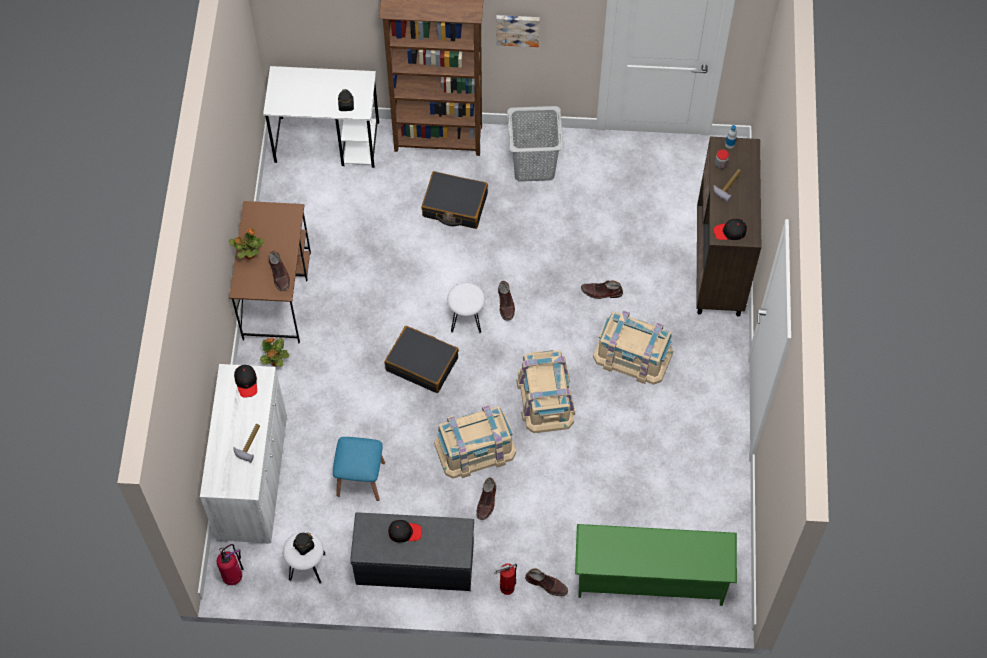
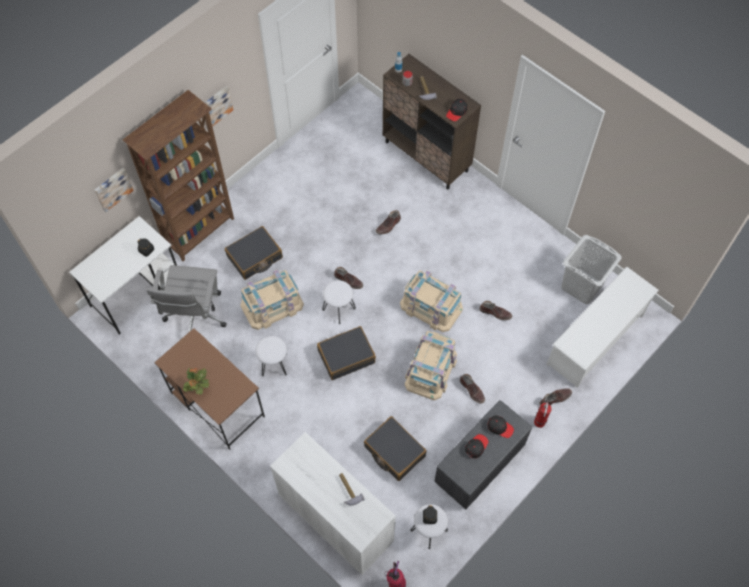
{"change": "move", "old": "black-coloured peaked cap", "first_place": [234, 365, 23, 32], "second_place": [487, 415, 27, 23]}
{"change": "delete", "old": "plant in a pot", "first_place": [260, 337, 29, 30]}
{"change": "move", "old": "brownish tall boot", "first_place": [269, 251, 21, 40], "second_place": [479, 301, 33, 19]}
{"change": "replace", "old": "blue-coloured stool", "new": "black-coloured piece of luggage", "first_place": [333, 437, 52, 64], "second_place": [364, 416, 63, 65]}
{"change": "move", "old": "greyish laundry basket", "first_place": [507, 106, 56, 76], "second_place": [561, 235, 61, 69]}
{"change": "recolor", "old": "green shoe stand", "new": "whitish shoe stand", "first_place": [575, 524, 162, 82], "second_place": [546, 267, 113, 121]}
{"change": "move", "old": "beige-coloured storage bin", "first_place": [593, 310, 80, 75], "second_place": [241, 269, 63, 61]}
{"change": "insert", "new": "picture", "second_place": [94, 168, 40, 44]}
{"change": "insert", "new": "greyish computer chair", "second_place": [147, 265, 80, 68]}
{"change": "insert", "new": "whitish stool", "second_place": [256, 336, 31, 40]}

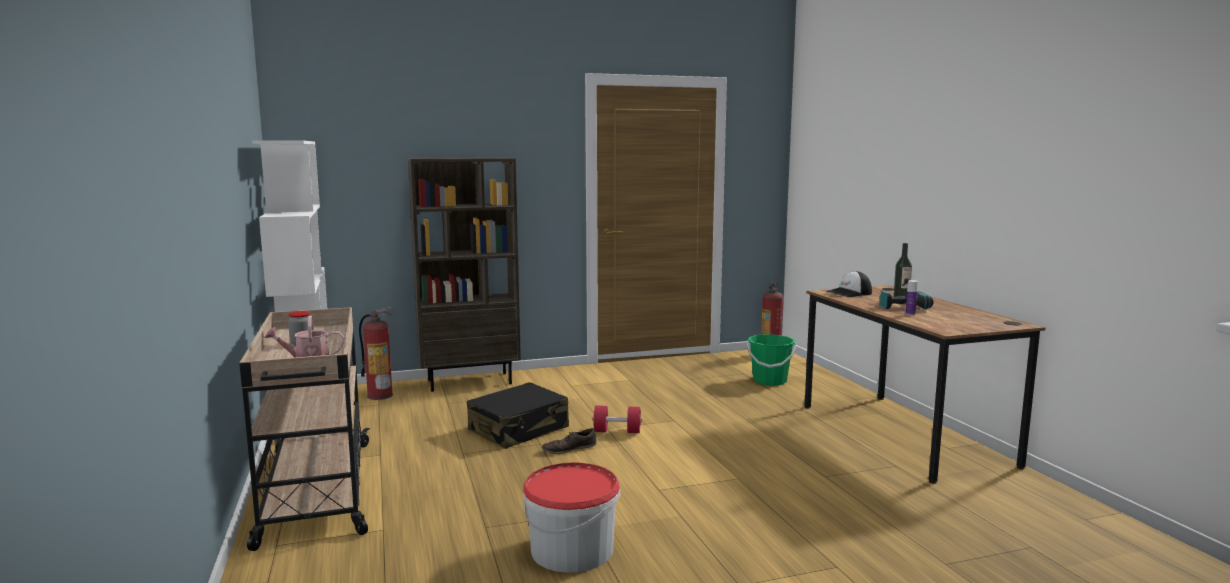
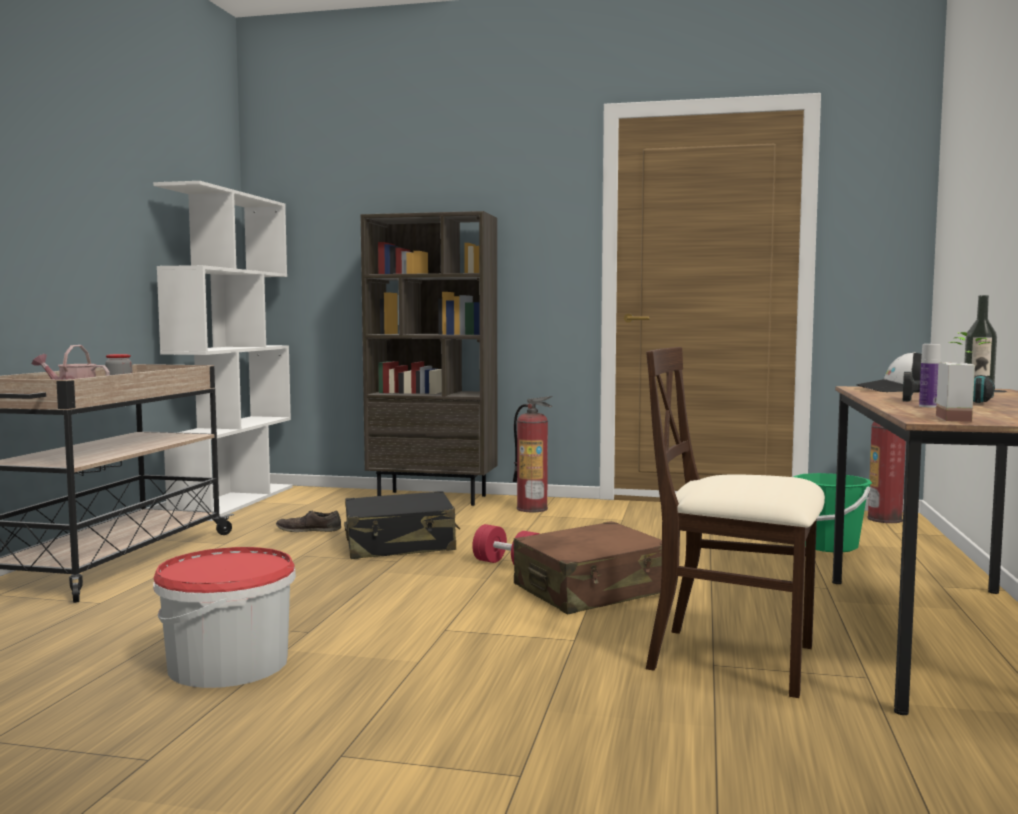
{"change": "move", "old": "fire extinguisher", "first_place": [359, 307, 34, 93], "second_place": [513, 396, 40, 116]}
{"change": "move", "old": "brownish item of footwear", "first_place": [542, 428, 54, 26], "second_place": [276, 510, 65, 22]}
{"change": "insert", "new": "brownish piece of luggage", "second_place": [513, 521, 149, 93]}
{"change": "insert", "new": "beige-coloured plain chair", "second_place": [646, 347, 179, 351]}
{"change": "insert", "new": "plant in a pot", "second_place": [936, 332, 54, 90]}

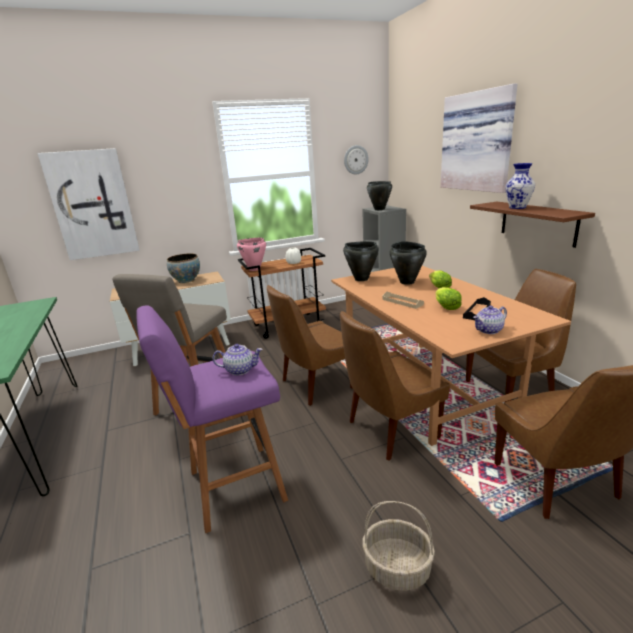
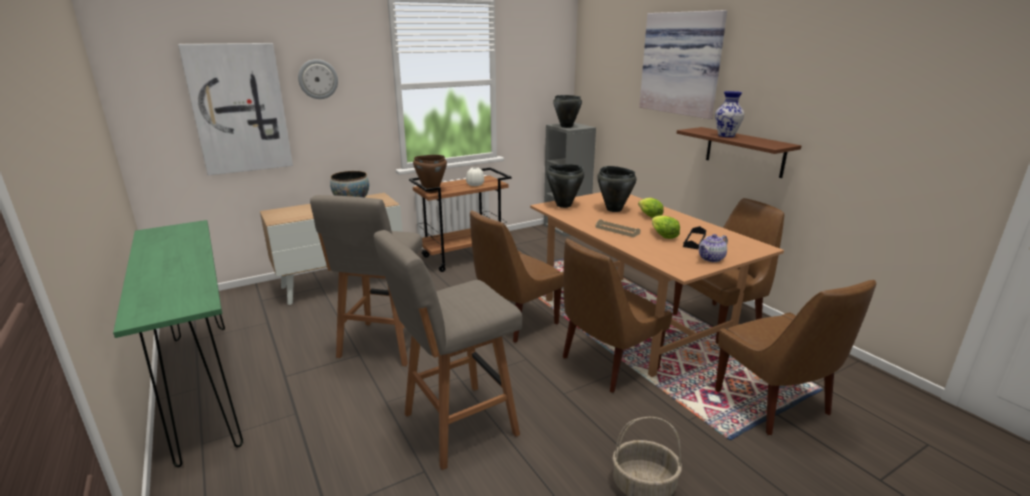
{"change": "recolor", "old": "purple stool", "new": "greyish stool", "first_place": [136, 305, 152, 228], "second_place": [374, 230, 148, 240]}
{"change": "delete", "old": "teapot", "first_place": [213, 344, 49, 31]}
{"change": "recolor", "old": "pinkish cooking pot", "new": "brownish cooking pot", "first_place": [237, 238, 29, 33], "second_place": [413, 155, 34, 38]}
{"change": "move", "old": "wall clock", "first_place": [344, 145, 25, 30], "second_place": [298, 59, 40, 40]}

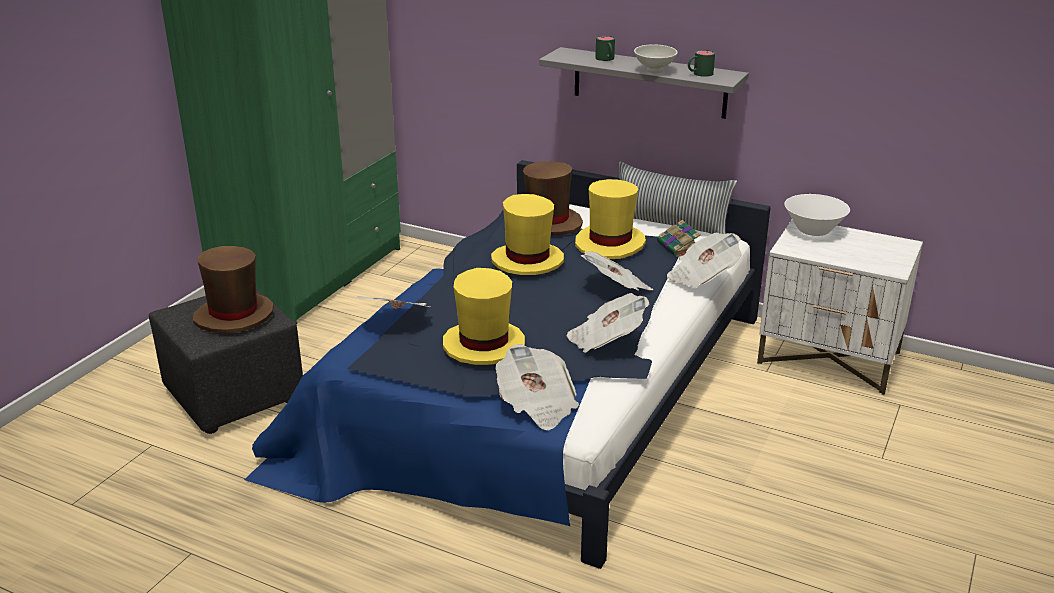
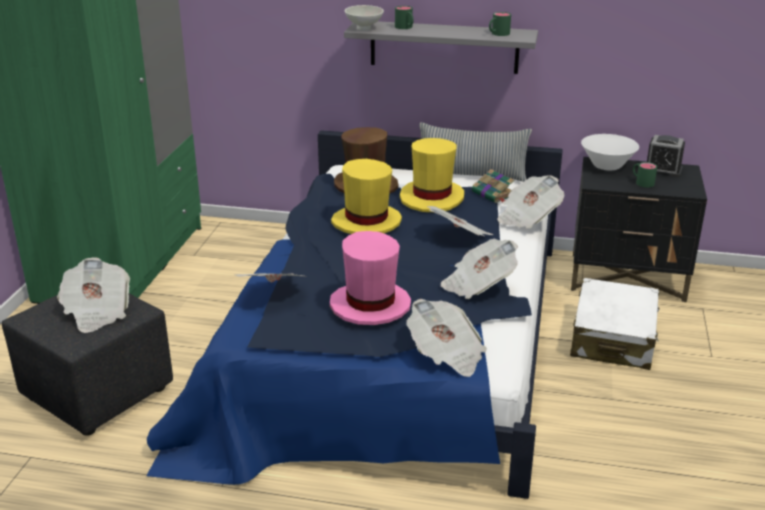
{"change": "replace", "old": "brownish clothing hat", "new": "daily paper", "first_place": [193, 246, 81, 87], "second_place": [57, 258, 73, 75]}
{"change": "recolor", "old": "yellow clothing hat", "new": "pinkish clothing hat", "first_place": [443, 268, 82, 97], "second_place": [330, 231, 81, 94]}
{"change": "move", "old": "whitish bowl", "first_place": [634, 44, 44, 29], "second_place": [345, 5, 39, 26]}
{"change": "recolor", "old": "whitish nightstand", "new": "black-coloured nightstand", "first_place": [757, 219, 166, 176], "second_place": [571, 157, 136, 146]}
{"change": "insert", "new": "whitish piece of luggage", "second_place": [570, 278, 90, 92]}
{"change": "insert", "new": "green coffee mug", "second_place": [633, 162, 24, 25]}
{"change": "insert", "new": "alarm clock", "second_place": [647, 135, 38, 42]}

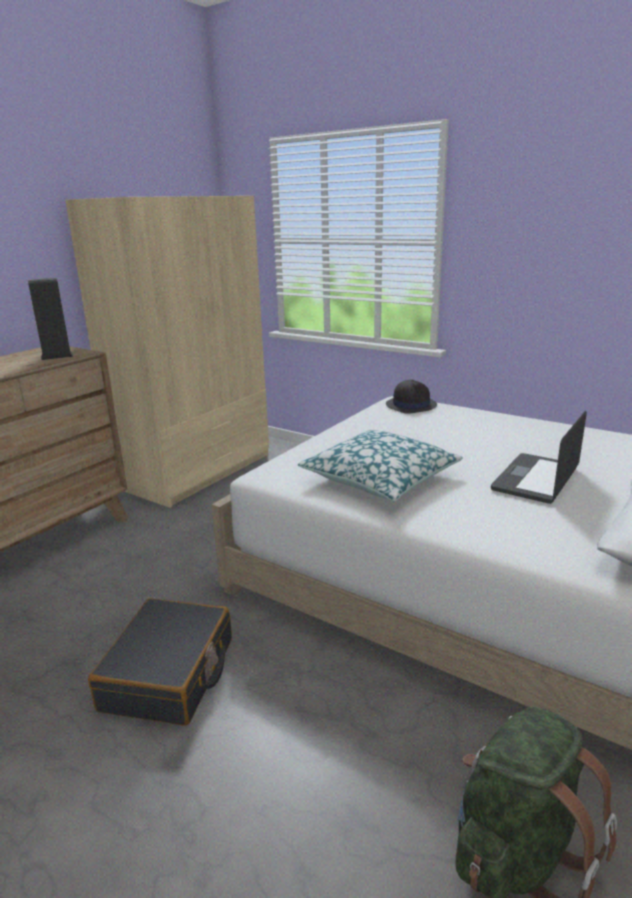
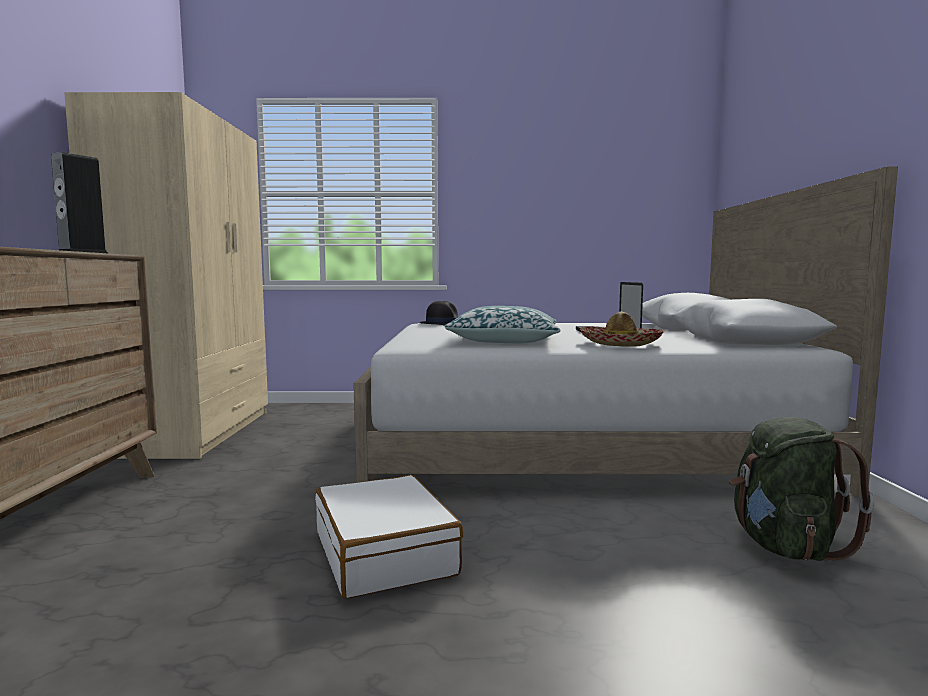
{"change": "recolor", "old": "black-coloured piece of luggage", "new": "whitish piece of luggage", "first_place": [88, 599, 144, 127], "second_place": [315, 475, 148, 124]}
{"change": "insert", "new": "clothing hat", "second_place": [580, 312, 84, 35]}

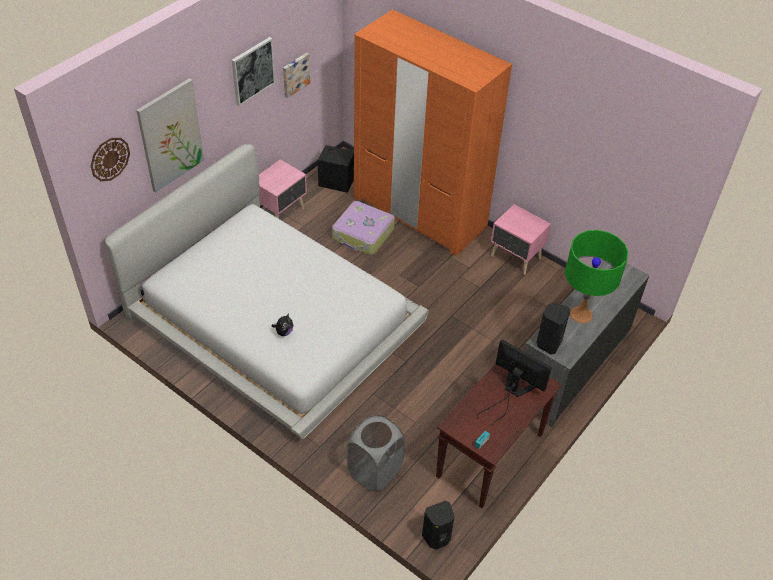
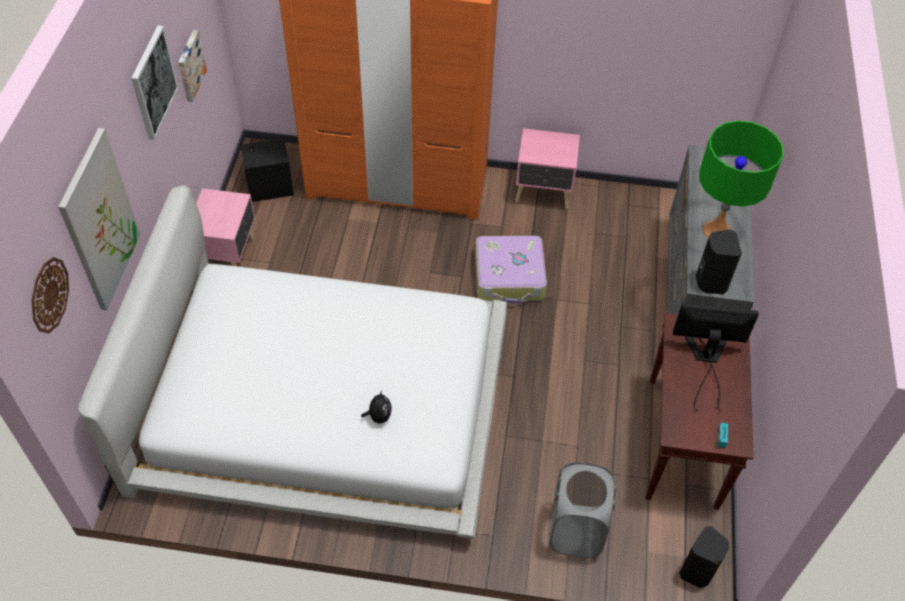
{"change": "move", "old": "piece of luggage", "first_place": [332, 201, 63, 54], "second_place": [475, 236, 72, 68]}

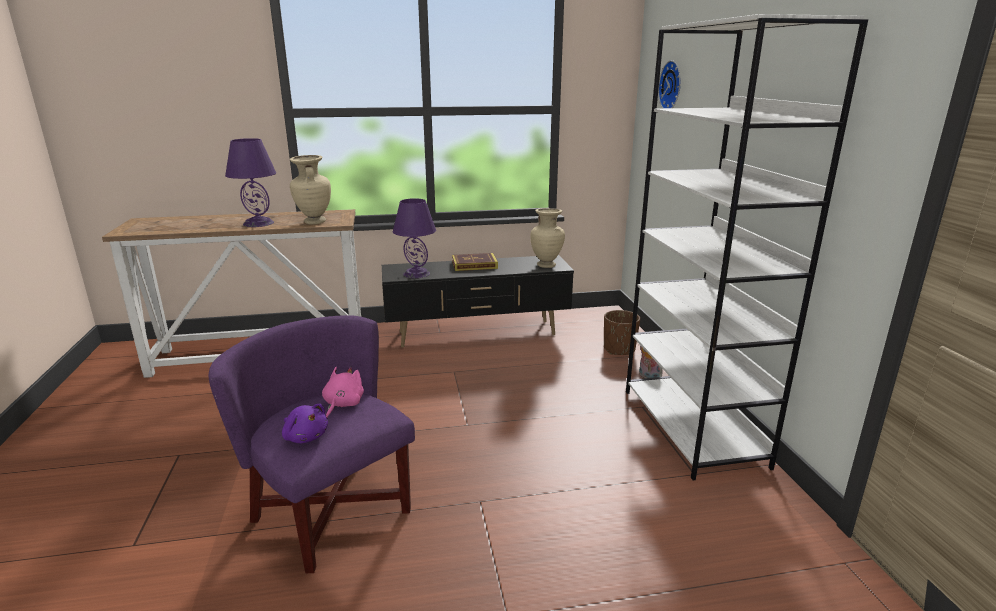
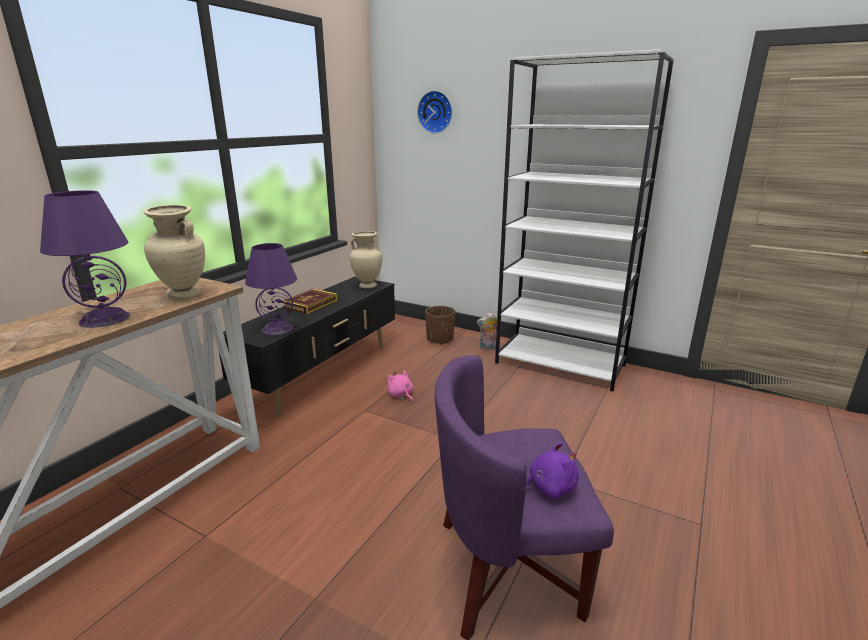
{"change": "move", "old": "pinkish cuddly toy", "first_place": [322, 366, 42, 52], "second_place": [387, 370, 26, 32]}

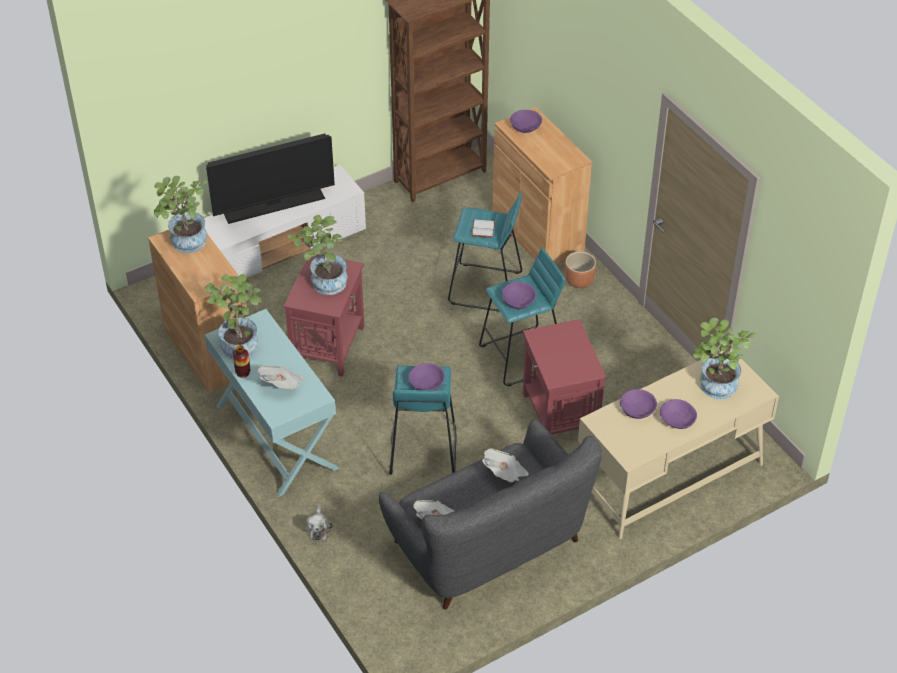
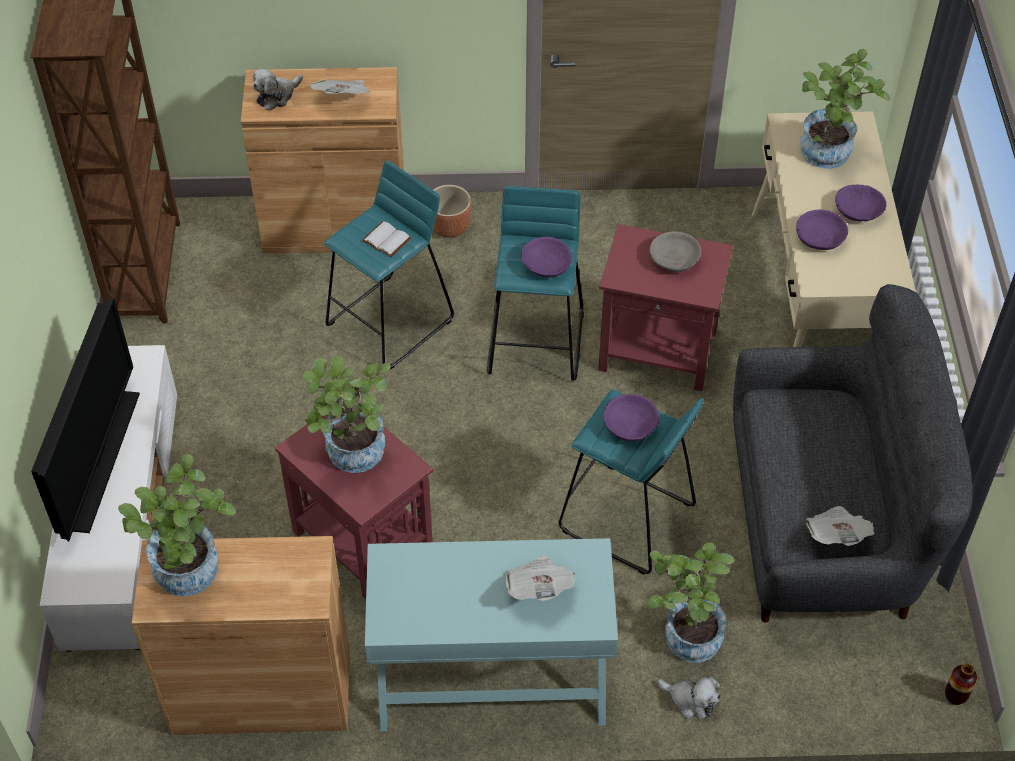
{"change": "move", "old": "plant in a pot", "first_place": [205, 274, 57, 86], "second_place": [648, 543, 87, 120]}
{"change": "move", "old": "vase", "first_place": [233, 345, 17, 33], "second_place": [945, 663, 32, 42]}
{"change": "move", "old": "daily paper", "first_place": [482, 448, 47, 34], "second_place": [310, 79, 60, 15]}
{"change": "replace", "old": "purple bowl", "new": "cuddly toy", "first_place": [510, 110, 32, 23], "second_place": [253, 68, 50, 43]}
{"change": "insert", "new": "greyish bowl", "second_place": [650, 231, 51, 41]}

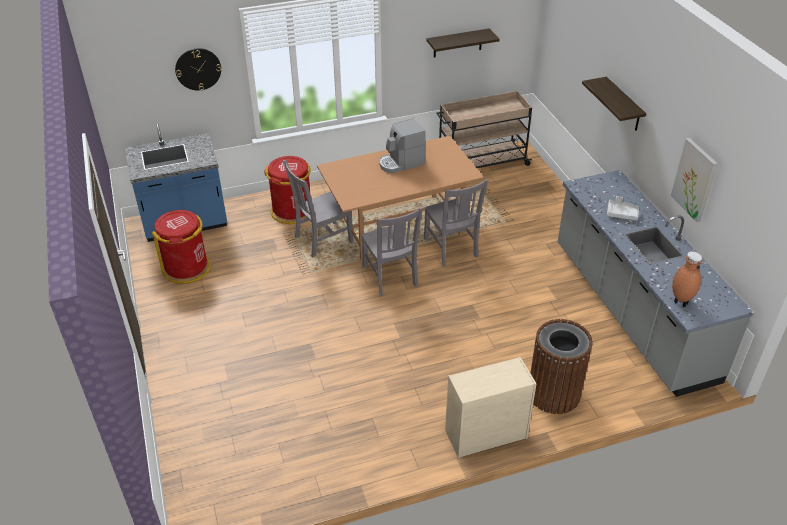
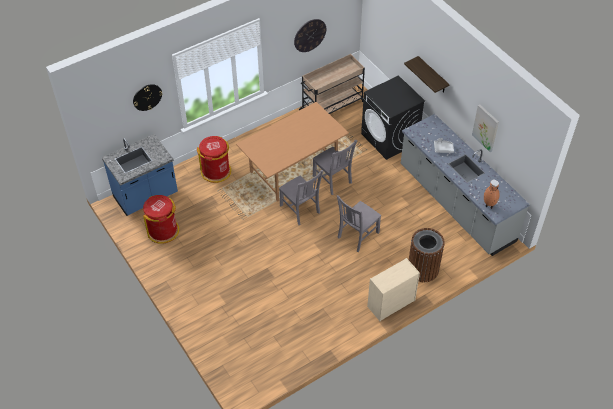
{"change": "move", "old": "greyish plain chair", "first_place": [283, 160, 70, 97], "second_place": [337, 195, 44, 57]}
{"change": "delete", "old": "coffee brewer", "first_place": [379, 119, 47, 54]}
{"change": "replace", "old": "wall shelf", "new": "wall clock", "first_place": [426, 28, 74, 30], "second_place": [294, 19, 32, 33]}
{"change": "insert", "new": "black-coloured laundry appliance", "second_place": [361, 75, 64, 85]}

